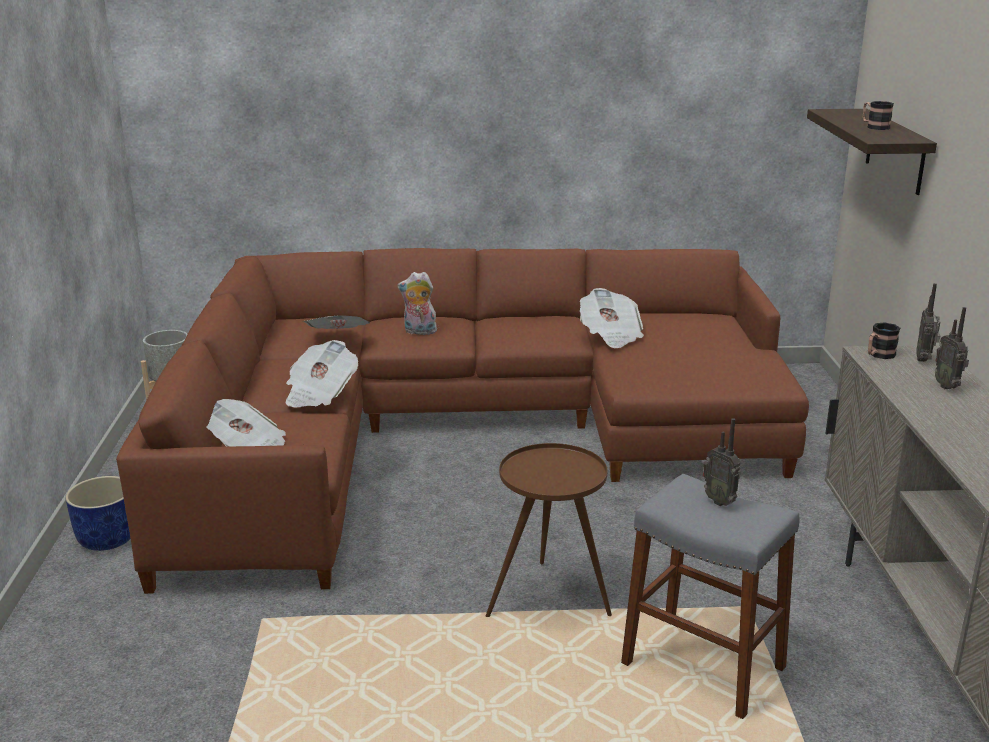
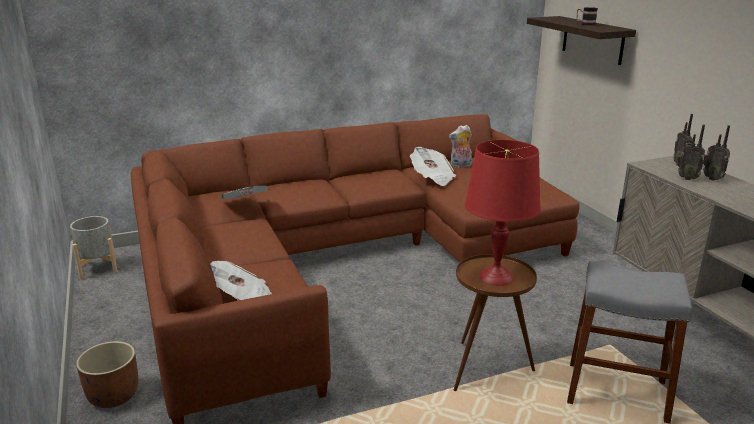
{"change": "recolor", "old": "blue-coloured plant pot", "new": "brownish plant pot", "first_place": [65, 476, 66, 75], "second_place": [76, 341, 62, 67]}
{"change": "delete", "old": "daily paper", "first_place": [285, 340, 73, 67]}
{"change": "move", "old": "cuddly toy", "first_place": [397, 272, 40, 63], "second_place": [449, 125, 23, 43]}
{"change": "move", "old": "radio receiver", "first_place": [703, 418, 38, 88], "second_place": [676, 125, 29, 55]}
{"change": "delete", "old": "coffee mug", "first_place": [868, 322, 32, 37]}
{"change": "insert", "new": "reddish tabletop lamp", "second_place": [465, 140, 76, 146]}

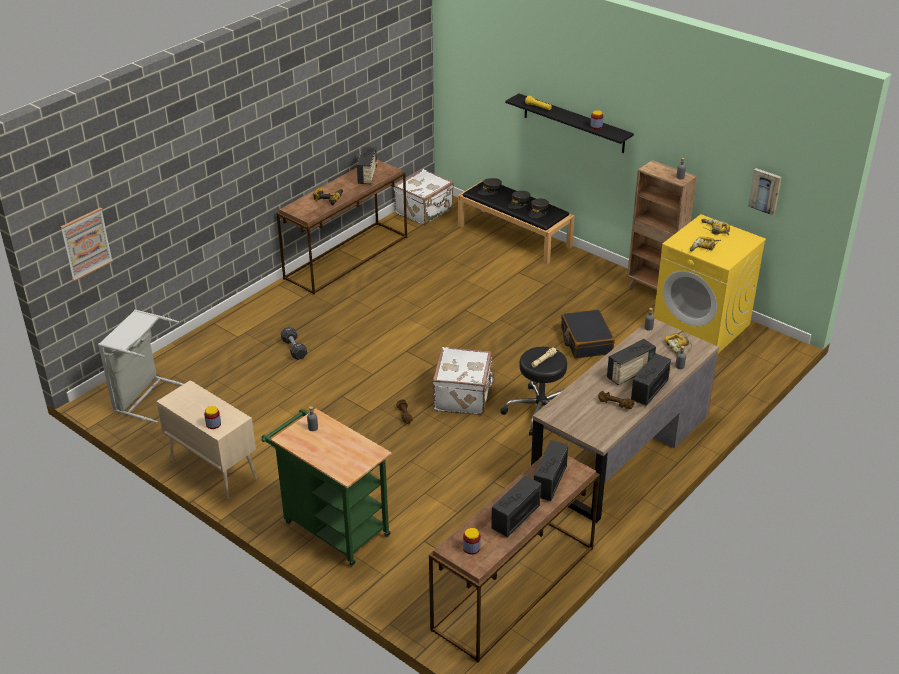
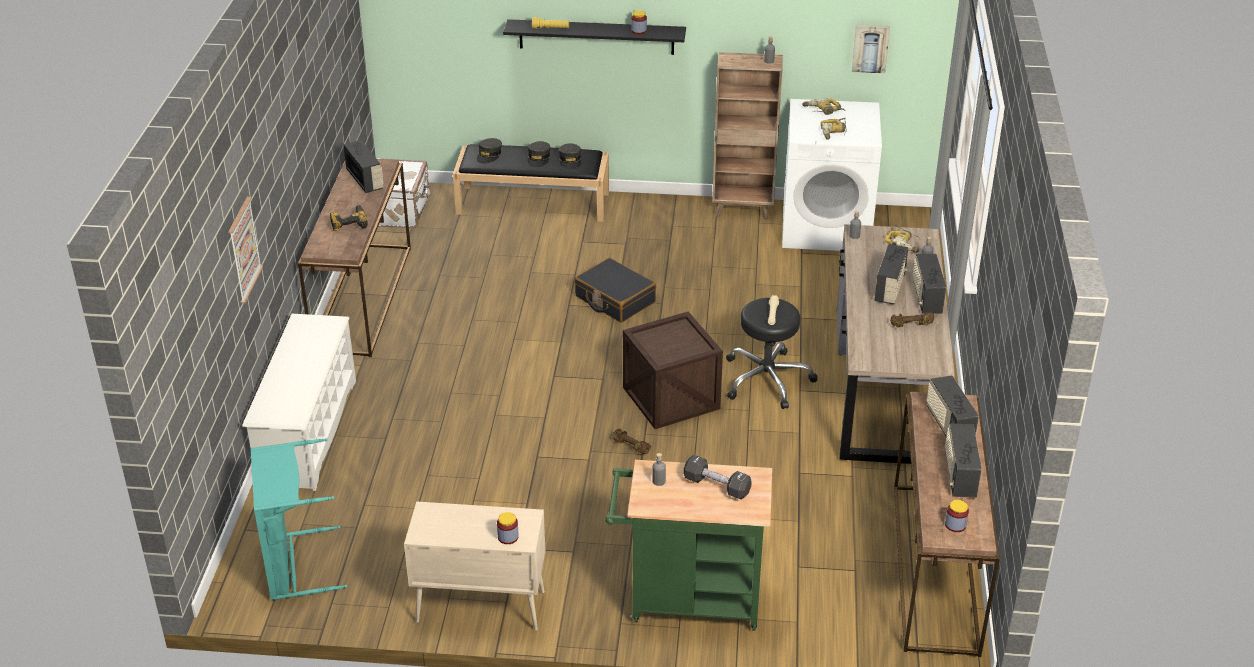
{"change": "move", "old": "picture", "first_place": [60, 208, 53, 73], "second_place": [228, 197, 35, 106]}
{"change": "recolor", "old": "greyish laundry basket", "new": "turquoise laundry basket", "first_place": [98, 310, 85, 113], "second_place": [250, 438, 97, 162]}
{"change": "move", "old": "black-coloured dumbbell", "first_place": [281, 327, 26, 33], "second_place": [684, 455, 68, 45]}
{"change": "replace", "old": "whitish piece of luggage", "new": "shipping crate", "first_place": [433, 347, 62, 68], "second_place": [623, 311, 100, 118]}
{"change": "move", "old": "black-coloured piece of luggage", "first_place": [561, 309, 54, 50], "second_place": [574, 258, 82, 65]}
{"change": "recolor", "old": "yellow laundry appliance", "new": "whitish laundry appliance", "first_place": [654, 214, 112, 139], "second_place": [782, 99, 100, 152]}
{"change": "insert", "new": "whitish shoe stand", "second_place": [242, 314, 114, 177]}

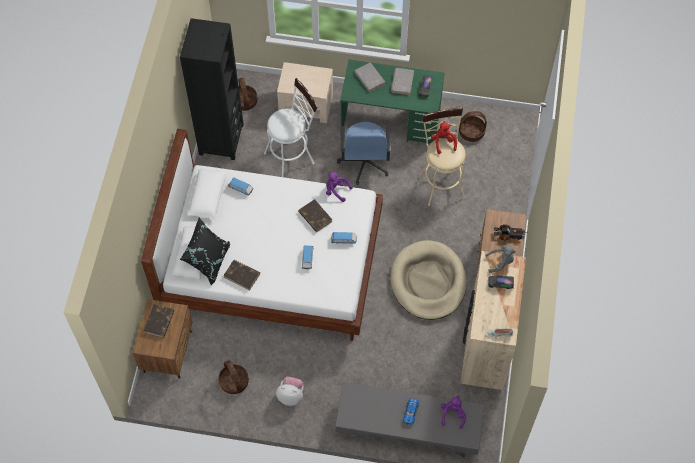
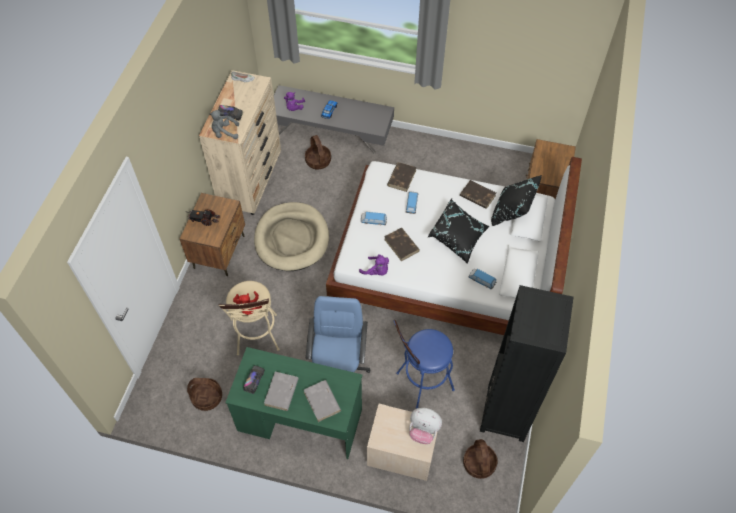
{"change": "move", "old": "brownish book", "first_place": [144, 304, 30, 34], "second_place": [387, 162, 30, 30]}
{"change": "move", "old": "household basket", "first_place": [219, 360, 30, 34], "second_place": [305, 135, 26, 34]}
{"change": "recolor", "old": "whitish stool", "new": "blue-coloured stool", "first_place": [264, 78, 53, 99], "second_place": [393, 320, 62, 89]}
{"change": "move", "old": "cuddly toy", "first_place": [276, 376, 28, 30], "second_place": [409, 408, 33, 36]}
{"change": "insert", "new": "black-coloured pillow", "second_place": [427, 199, 63, 65]}

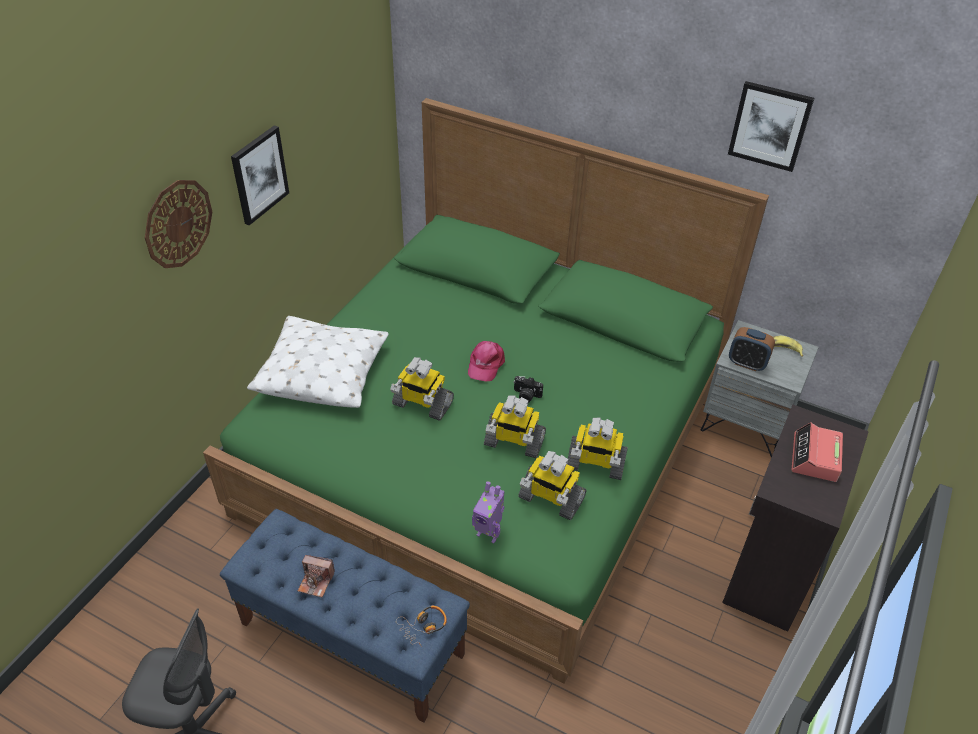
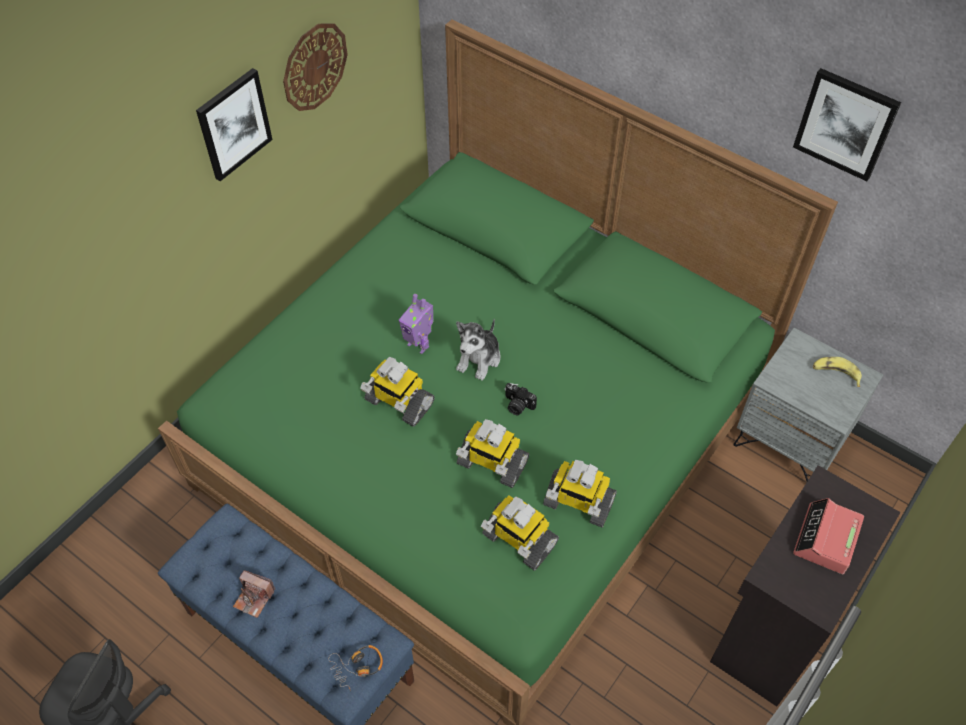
{"change": "move", "old": "wall clock", "first_place": [145, 180, 67, 88], "second_place": [283, 23, 65, 88]}
{"change": "delete", "old": "whitish pillow", "first_place": [247, 316, 142, 92]}
{"change": "replace", "old": "pinkish peaked cap", "new": "cuddly toy", "first_place": [468, 341, 37, 40], "second_place": [456, 319, 45, 62]}
{"change": "move", "old": "model robot", "first_place": [472, 481, 33, 62], "second_place": [399, 294, 34, 60]}
{"change": "delete", "old": "alarm clock", "first_place": [729, 327, 46, 44]}

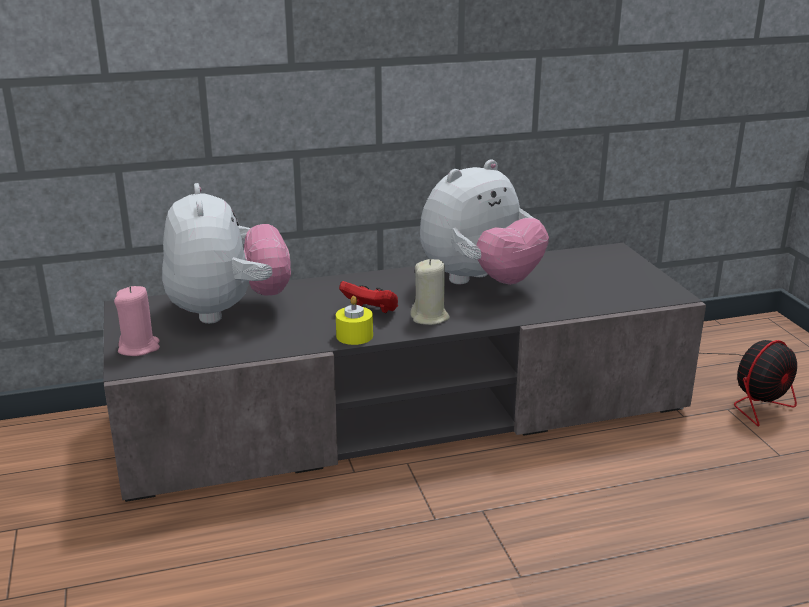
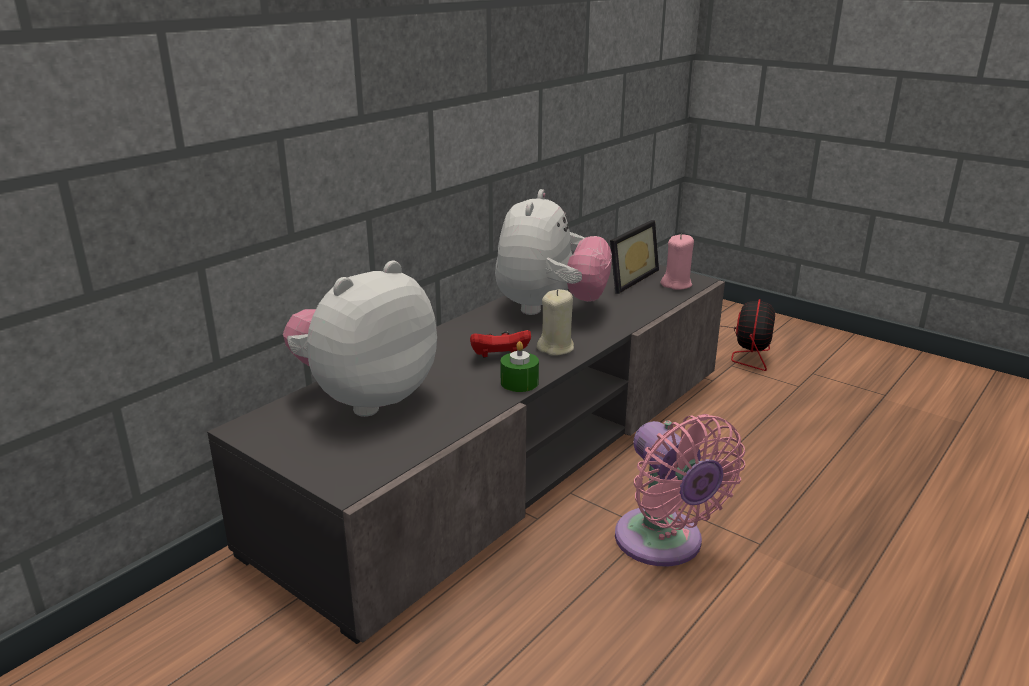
{"change": "move", "old": "pinkish wax light", "first_place": [114, 286, 46, 70], "second_place": [661, 234, 33, 56]}
{"change": "rotate", "old": "cuddly toy", "first_place": [162, 183, 129, 141], "second_place": [283, 260, 154, 157], "degrees": -90}
{"change": "recolor", "old": "yellow wax light", "new": "green wax light", "first_place": [336, 296, 37, 49], "second_place": [501, 341, 38, 51]}
{"change": "insert", "new": "standing frame", "second_place": [610, 220, 49, 74]}
{"change": "insert", "new": "pinkish electric fan", "second_place": [615, 414, 130, 153]}

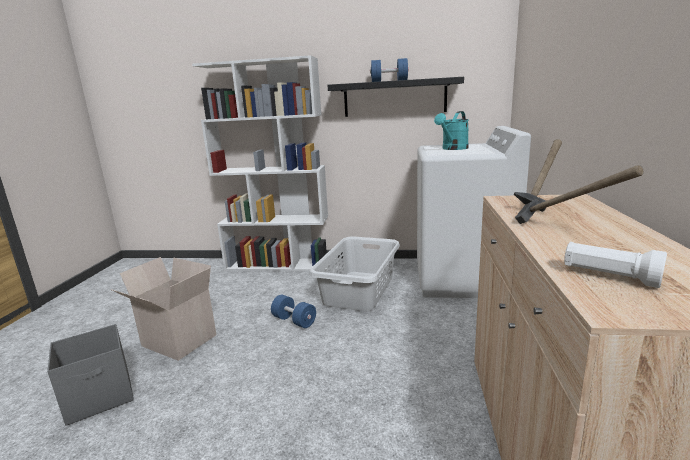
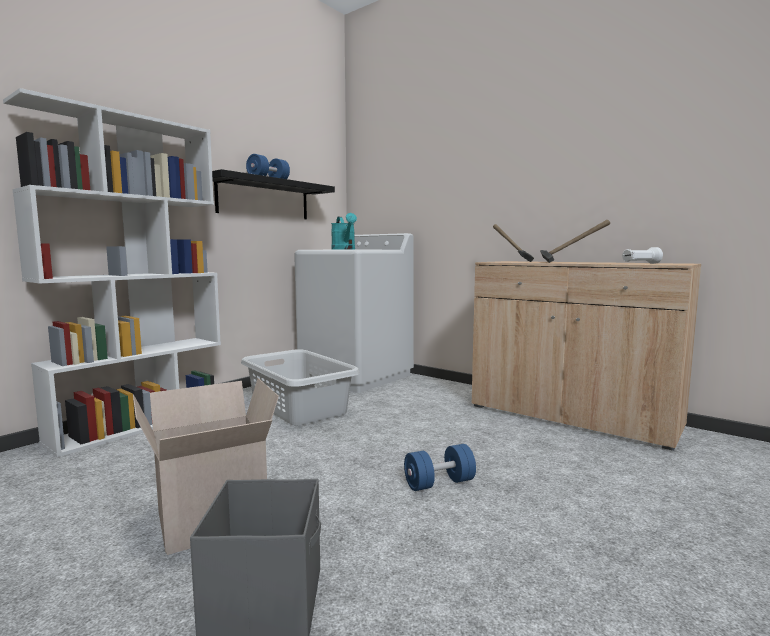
{"change": "move", "old": "blue-coloured dumbbell", "first_place": [271, 295, 45, 33], "second_place": [404, 444, 72, 47]}

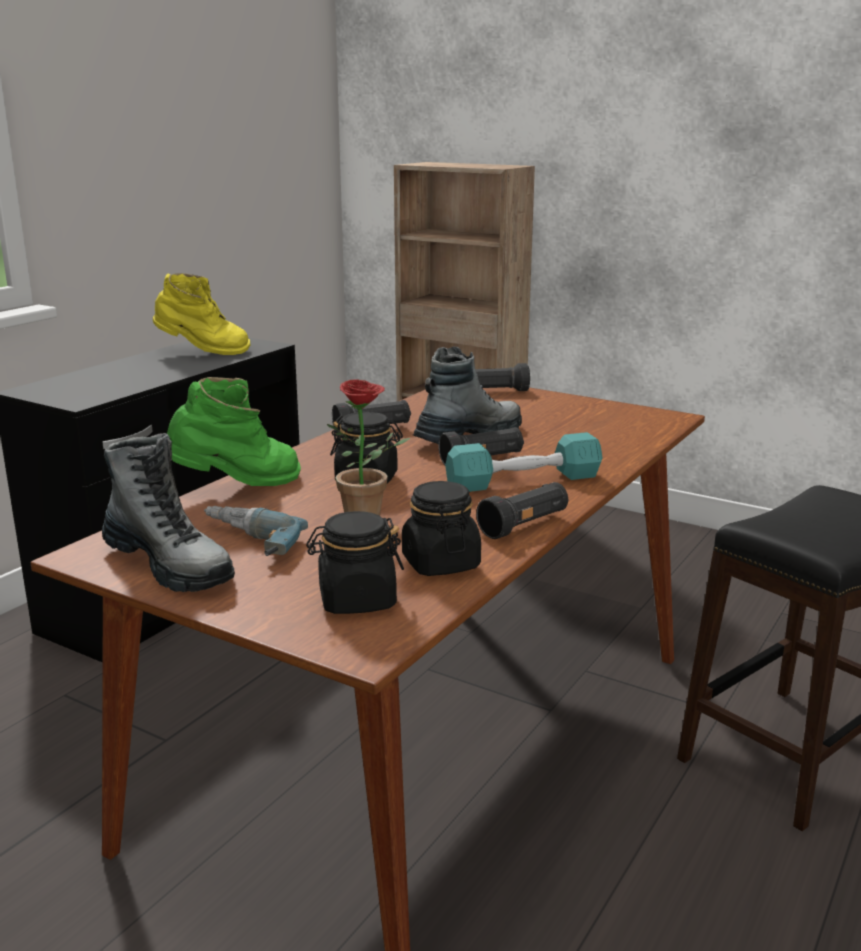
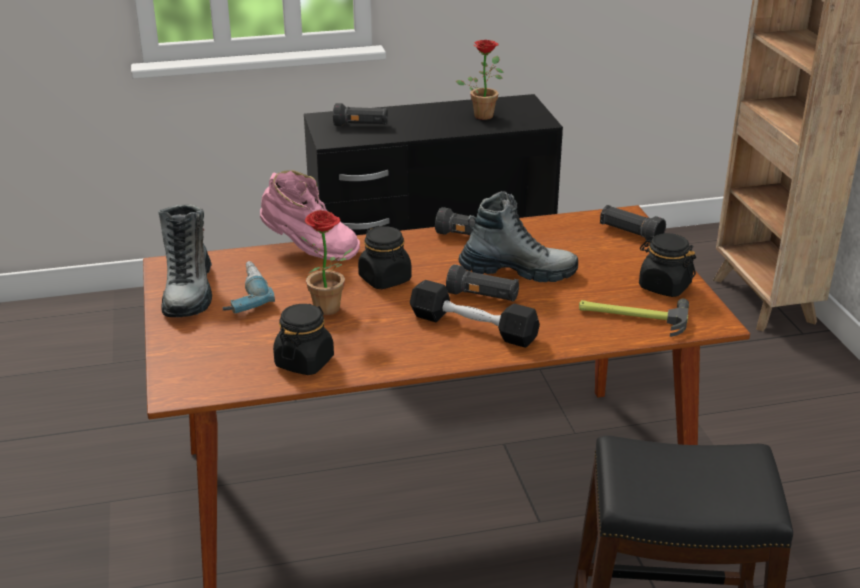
{"change": "replace", "old": "yellow tall boot", "new": "plant in a pot", "first_place": [153, 273, 97, 82], "second_place": [456, 40, 48, 80]}
{"change": "recolor", "old": "green tall boot", "new": "pinkish tall boot", "first_place": [167, 377, 134, 109], "second_place": [260, 170, 100, 91]}
{"change": "move", "old": "black-coloured preserve jar", "first_place": [306, 511, 98, 103], "second_place": [639, 233, 57, 64]}
{"change": "recolor", "old": "turquoise dumbbell", "new": "black-coloured dumbbell", "first_place": [445, 432, 158, 60], "second_place": [410, 280, 130, 68]}
{"change": "move", "old": "black-coloured flashlight", "first_place": [476, 482, 93, 57], "second_place": [333, 103, 55, 23]}
{"change": "insert", "new": "hammer", "second_place": [579, 299, 110, 38]}

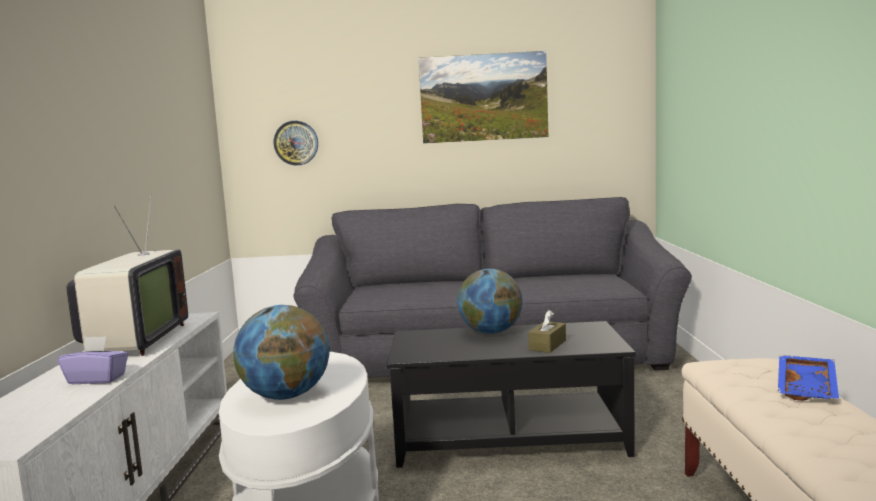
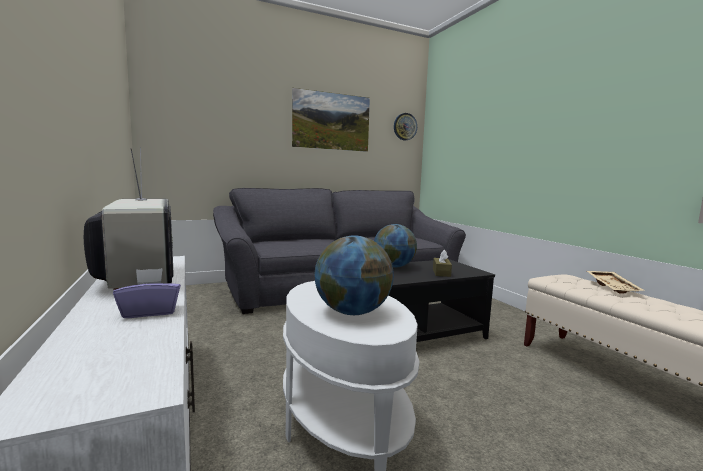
{"change": "move", "old": "wall clock", "first_place": [274, 121, 44, 44], "second_place": [394, 113, 23, 28]}
{"change": "recolor", "old": "blue-coloured tray", "new": "beige-coloured tray", "first_place": [778, 355, 61, 46], "second_place": [587, 271, 58, 23]}

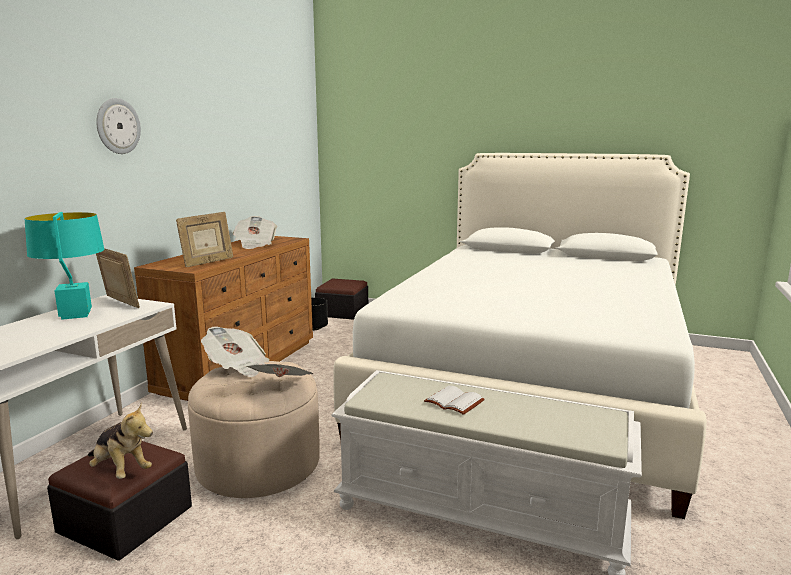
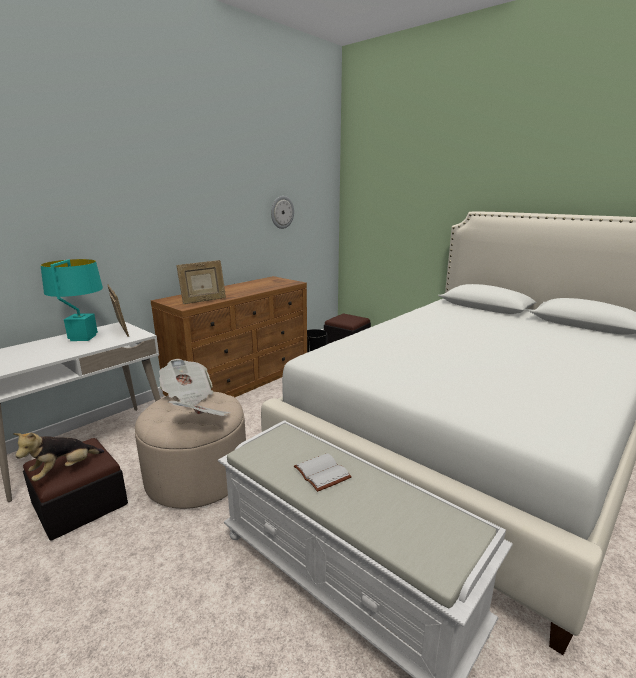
{"change": "rotate", "old": "cuddly toy", "first_place": [88, 404, 65, 75], "second_place": [14, 432, 90, 49], "degrees": 75}
{"change": "move", "old": "wall clock", "first_place": [96, 98, 45, 56], "second_place": [271, 196, 23, 33]}
{"change": "delete", "old": "daily paper", "first_place": [233, 216, 44, 33]}

